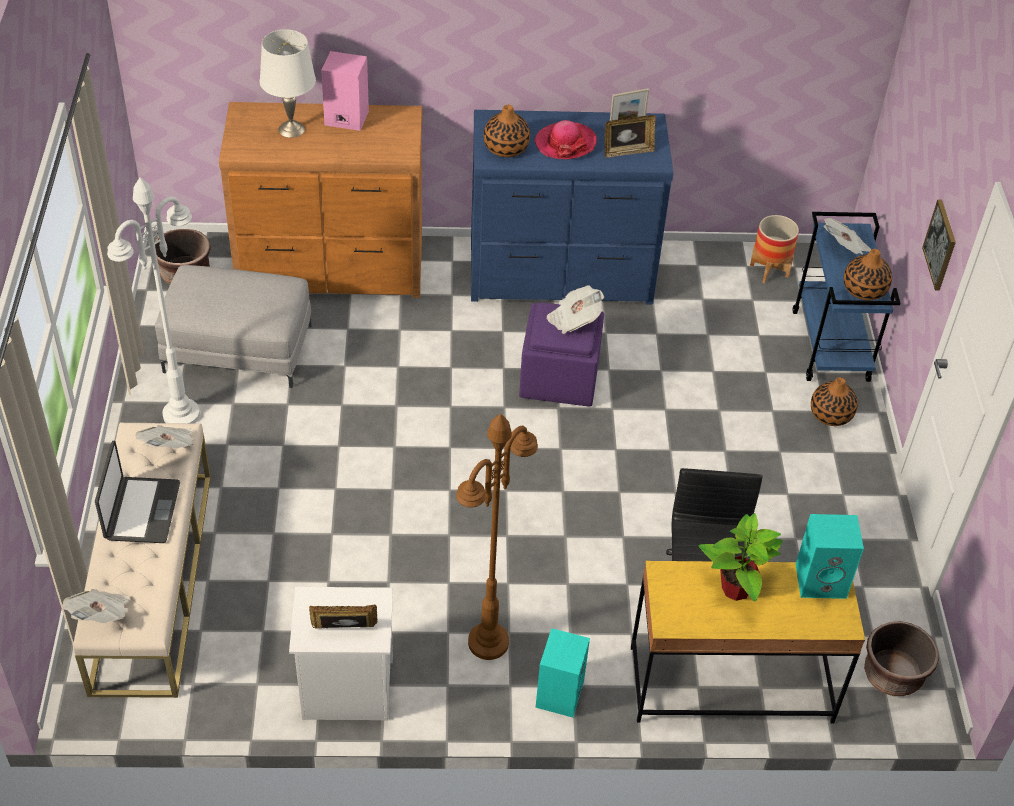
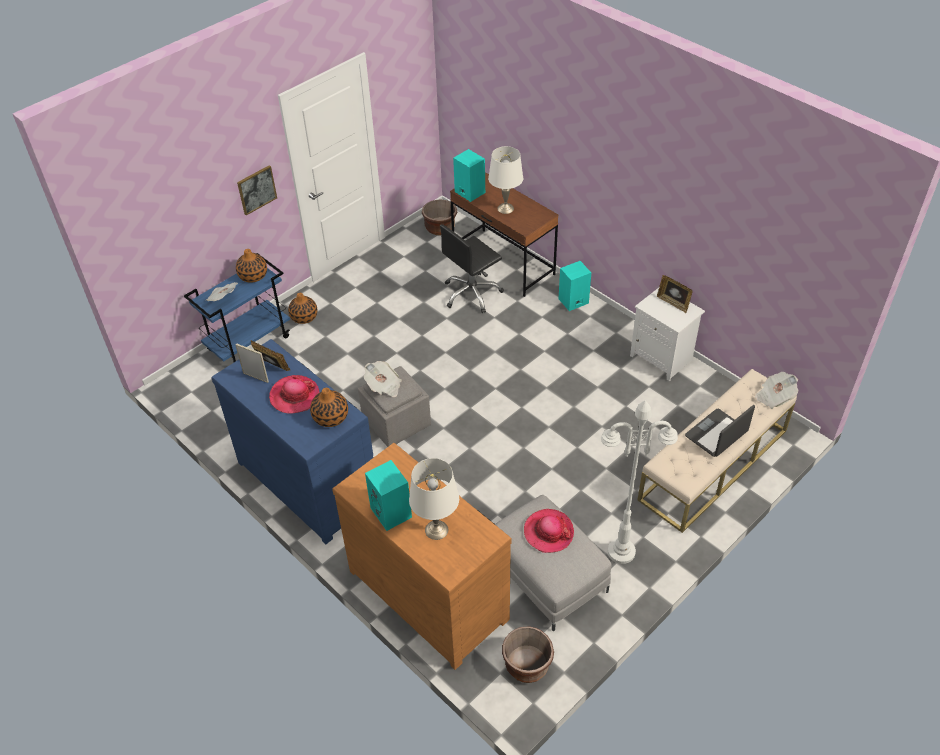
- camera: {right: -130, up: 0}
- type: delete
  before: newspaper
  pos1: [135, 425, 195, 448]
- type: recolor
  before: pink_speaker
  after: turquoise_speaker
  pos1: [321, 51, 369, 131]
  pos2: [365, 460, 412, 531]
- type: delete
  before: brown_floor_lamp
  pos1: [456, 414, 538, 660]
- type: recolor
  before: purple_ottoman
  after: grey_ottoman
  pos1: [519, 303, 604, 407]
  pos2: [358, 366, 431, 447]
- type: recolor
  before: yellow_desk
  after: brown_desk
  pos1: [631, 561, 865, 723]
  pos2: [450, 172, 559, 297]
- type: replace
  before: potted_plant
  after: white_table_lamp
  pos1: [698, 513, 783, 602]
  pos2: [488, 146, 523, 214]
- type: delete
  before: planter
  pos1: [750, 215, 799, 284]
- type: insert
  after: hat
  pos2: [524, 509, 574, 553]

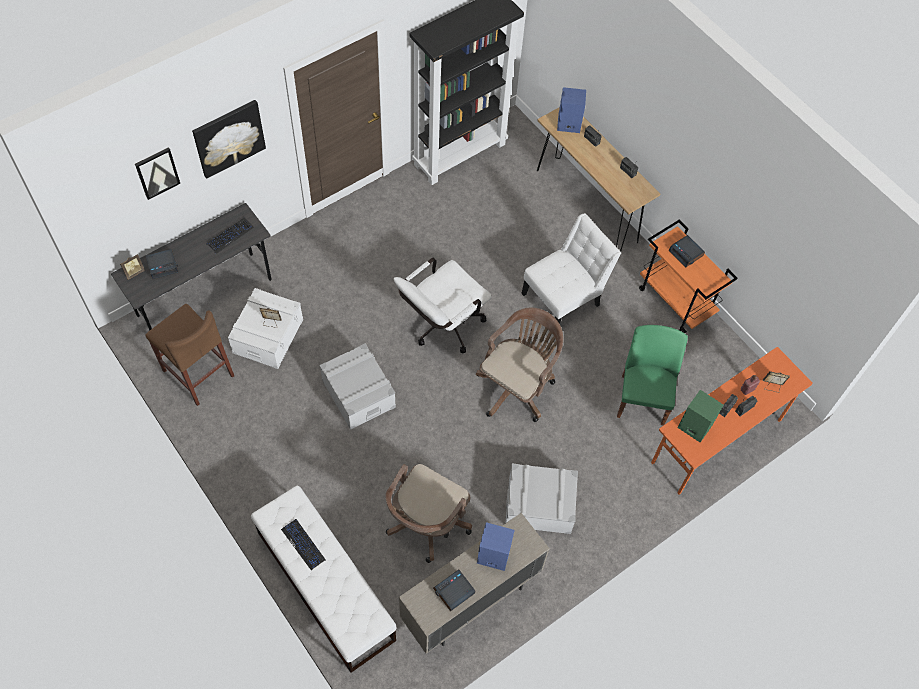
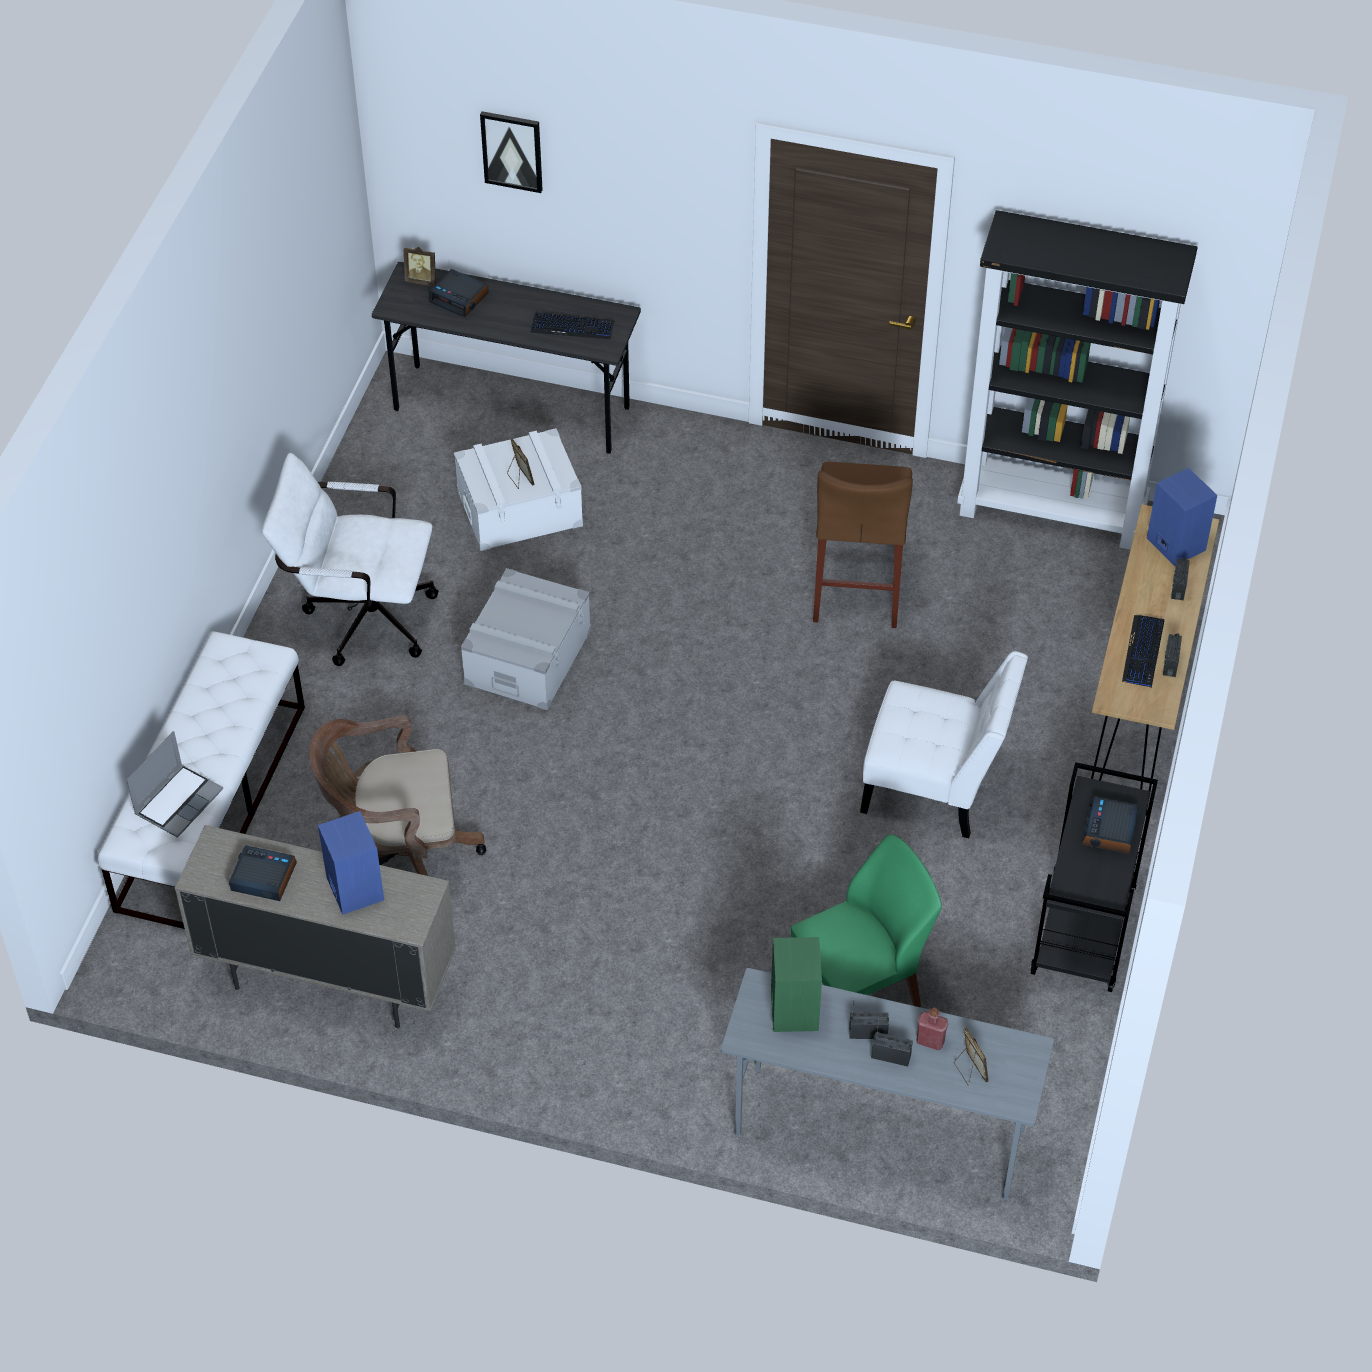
- camera: {right: 55, up: -10}
- type: move
  before: brown_stool
  pos1: [145, 304, 234, 406]
  pos2: [813, 462, 913, 628]
- type: delete
  before: picture
  pos1: [192, 100, 266, 179]
- type: move
  before: keyboard
  pos1: [281, 519, 326, 570]
  pos2: [1122, 615, 1164, 688]
- type: move
  before: white_office_chair
  pos1: [394, 258, 492, 353]
  pos2: [262, 453, 439, 666]
- type: delete
  before: brown_office_chair
  pos1: [476, 307, 563, 422]
- type: delete
  before: grey_storage_box
  pos1: [505, 464, 578, 534]
- type: recolor
  before: orange_cart
  after: black_cart
  pos1: [639, 219, 738, 333]
  pos2: [1030, 762, 1158, 992]
- type: recolor
  before: orange_desk
  after: grey_desk
  pos1: [651, 347, 813, 494]
  pos2: [721, 968, 1054, 1200]
- type: insert
  after: laptop
  pos2: [126, 731, 223, 838]

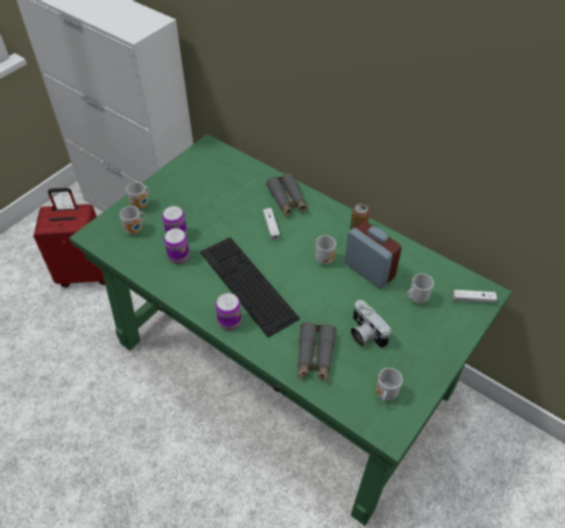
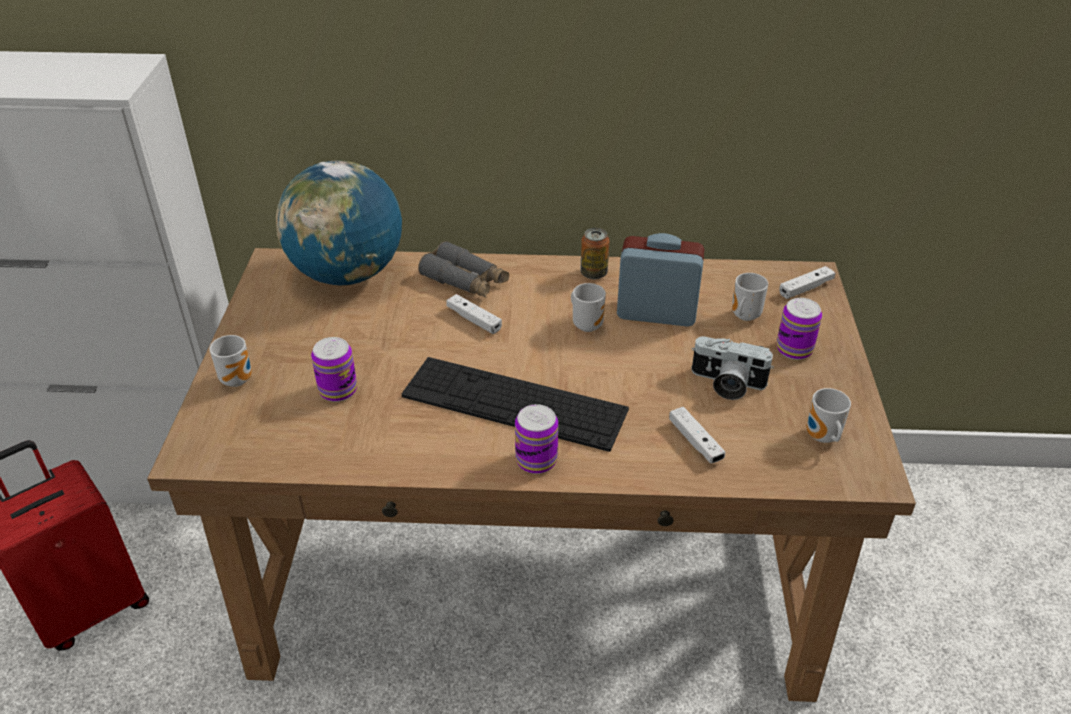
- camera: {right: -35, up: -10}
- type: recolor
  before: green_desk
  after: brown_desk
  pos1: [69, 134, 512, 526]
  pos2: [147, 248, 916, 702]
- type: delete
  before: mug
  pos1: [120, 206, 145, 234]
- type: move
  before: can
  pos1: [164, 229, 190, 264]
  pos2: [777, 298, 822, 360]
- type: replace
  before: grey_binoculars
  after: white_game_controller
  pos1: [298, 322, 336, 382]
  pos2: [669, 407, 725, 463]
- type: insert
  after: globe
  pos2: [276, 161, 402, 285]

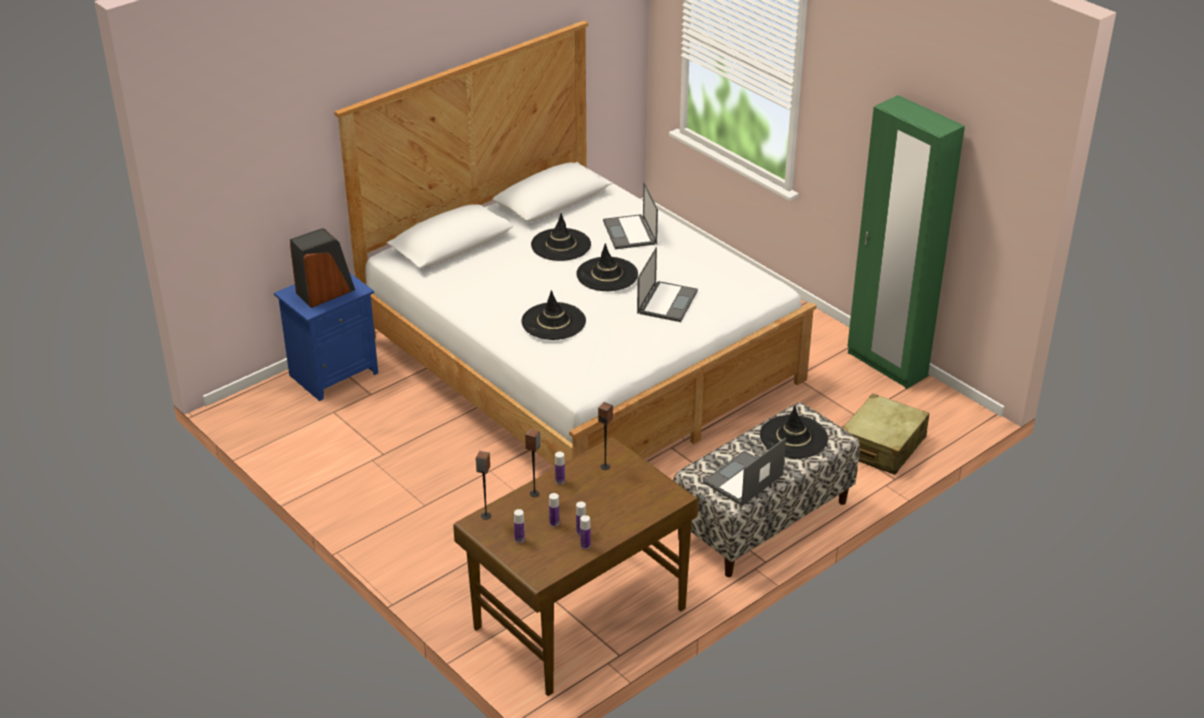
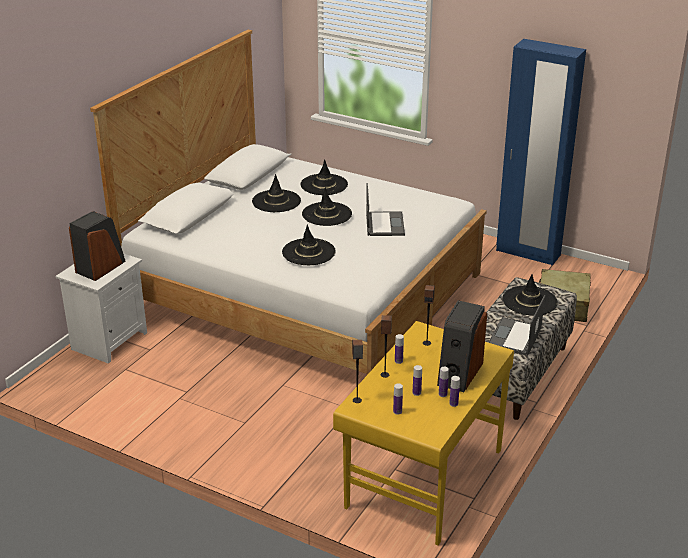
- camera: {right: -20, up: -5}
- type: recolor
  before: blue_nightstand
  after: white_nightstand
  pos1: [274, 272, 378, 401]
  pos2: [55, 254, 147, 364]
- type: recolor
  before: brown_desk
  after: yellow_desk
  pos1: [453, 437, 698, 696]
  pos2: [333, 321, 514, 546]
- type: replace
  before: laptop
  after: black_hat
  pos1: [603, 182, 658, 249]
  pos2: [301, 159, 348, 195]
- type: recolor
  before: green_wardrobe
  after: blue_wardrobe
  pos1: [848, 95, 965, 389]
  pos2: [496, 39, 586, 266]
- type: insert
  after: speaker
  pos2: [437, 300, 487, 392]

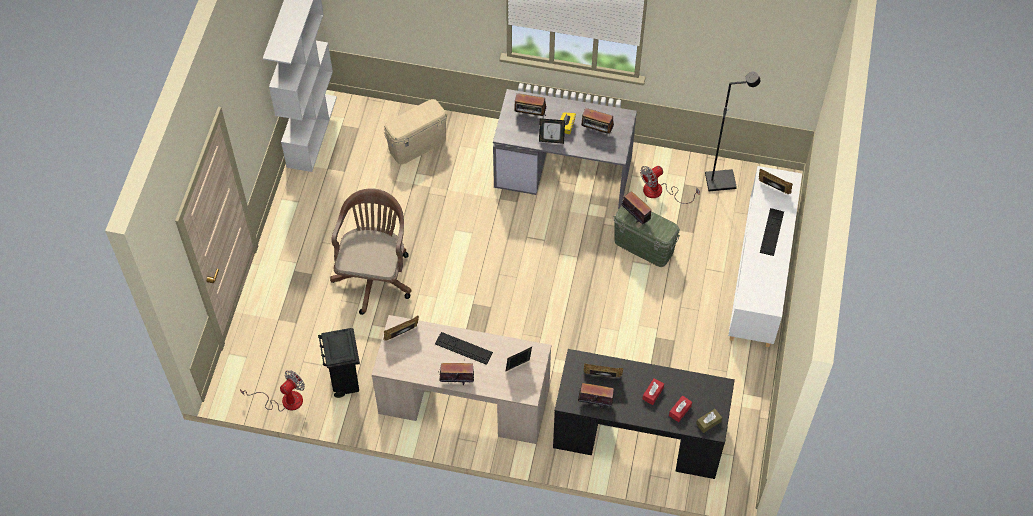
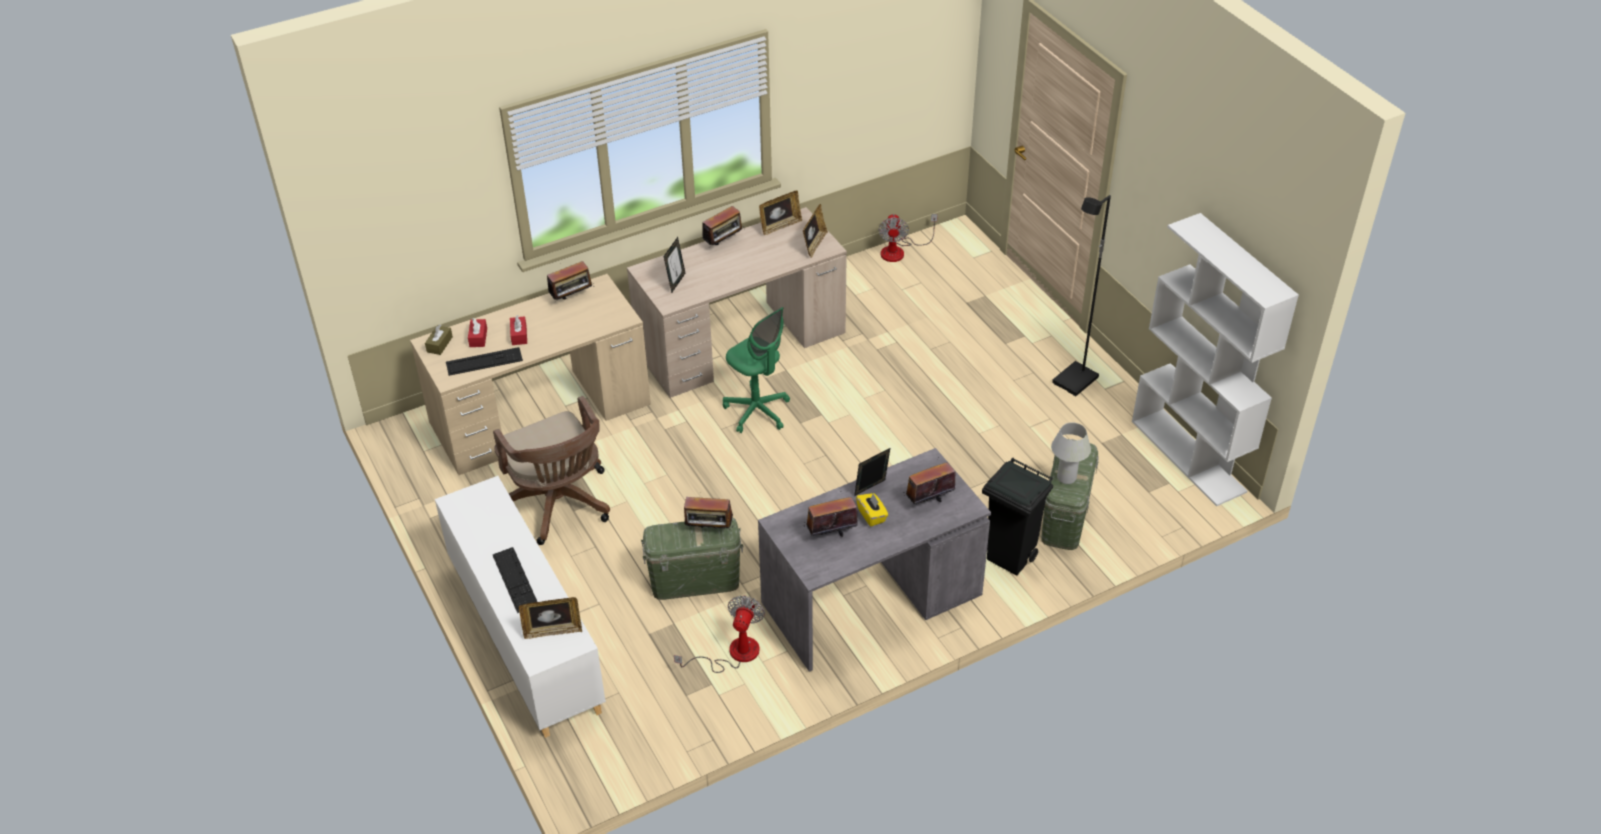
- camera: {right: 140, up: -15}
- type: move
  before: black_trash_can
  pos1: [318, 328, 360, 398]
  pos2: [982, 457, 1053, 576]
- type: move
  before: brown_office_chair
  pos1: [330, 188, 411, 315]
  pos2: [493, 396, 610, 545]
- type: recolor
  before: beige_storage_box
  after: green_storage_box
  pos1: [384, 99, 447, 165]
  pos2: [1041, 439, 1099, 550]
- type: move
  before: keyboard
  pos1: [435, 332, 493, 365]
  pos2: [446, 347, 523, 376]
- type: recolor
  before: black_desk
  after: beige_desk
  pos1: [553, 349, 735, 479]
  pos2: [410, 274, 651, 475]
- type: move
  before: picture_frame
  pos1: [584, 363, 623, 377]
  pos2: [759, 190, 802, 235]
- type: move
  before: black_floor_lamp
  pos1: [705, 71, 761, 191]
  pos2: [1052, 195, 1111, 396]
- type: insert
  after: green_office_chair
  pos2: [723, 307, 790, 433]
- type: insert
  after: white_table_lamp
  pos2: [1051, 423, 1091, 484]

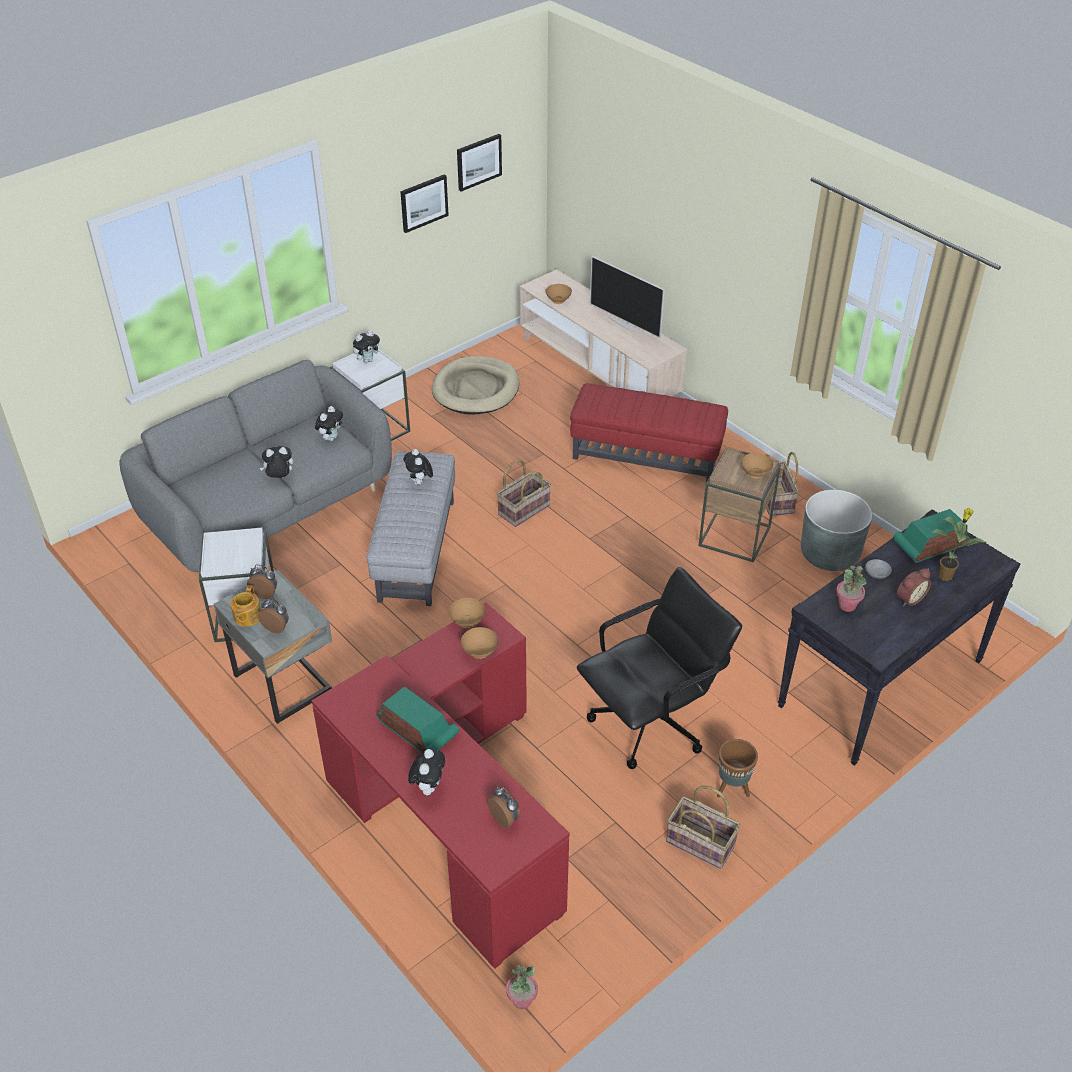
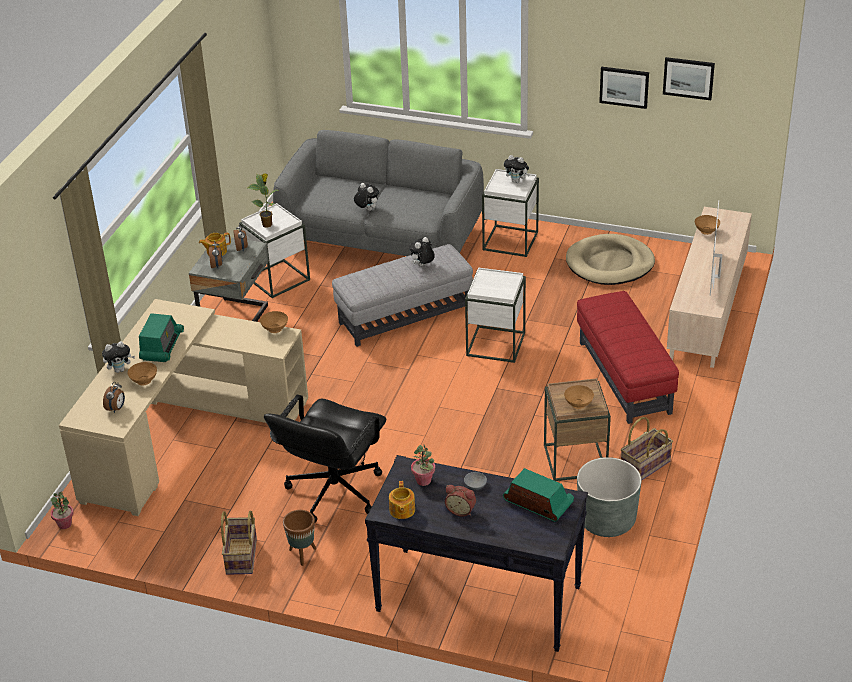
- camera: {right: 60, up: -5}
- type: recolor
  before: red_desk
  after: beige_desk
  pos1: [311, 602, 570, 968]
  pos2: [59, 299, 308, 516]
- type: delete
  before: plush_toy
  pos1: [315, 406, 343, 441]
- type: move
  before: brown_bowl
  pos1: [461, 627, 498, 659]
  pos2: [128, 362, 157, 385]
- type: replace
  before: basket
  after: white_side_table
  pos1: [497, 460, 551, 527]
  pos2: [465, 268, 526, 363]
- type: rotate
  before: black_office_chair
  pos1: [577, 567, 742, 769]
  pos2: [264, 394, 386, 522]
  turn: 90
- type: move
  before: potted_plant
  pos1: [933, 508, 985, 581]
  pos2: [247, 173, 279, 228]
- type: insert
  after: teapot
  pos2: [389, 481, 415, 519]

